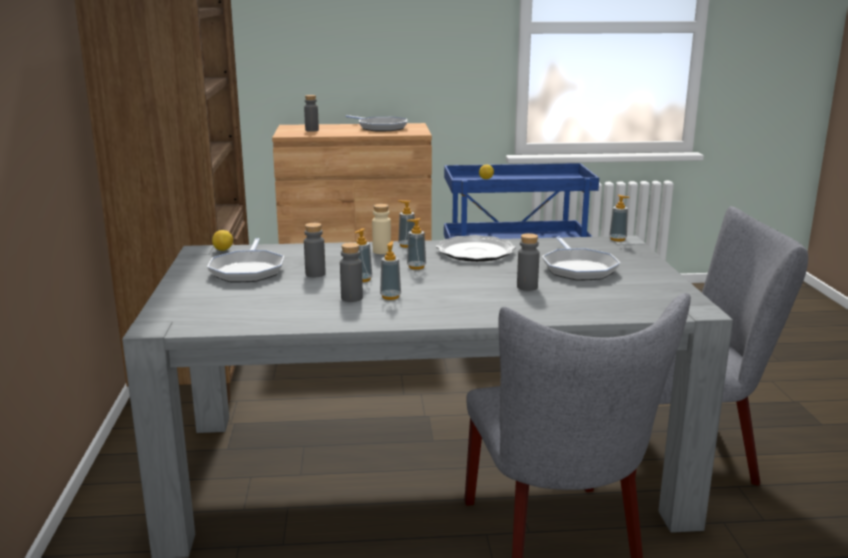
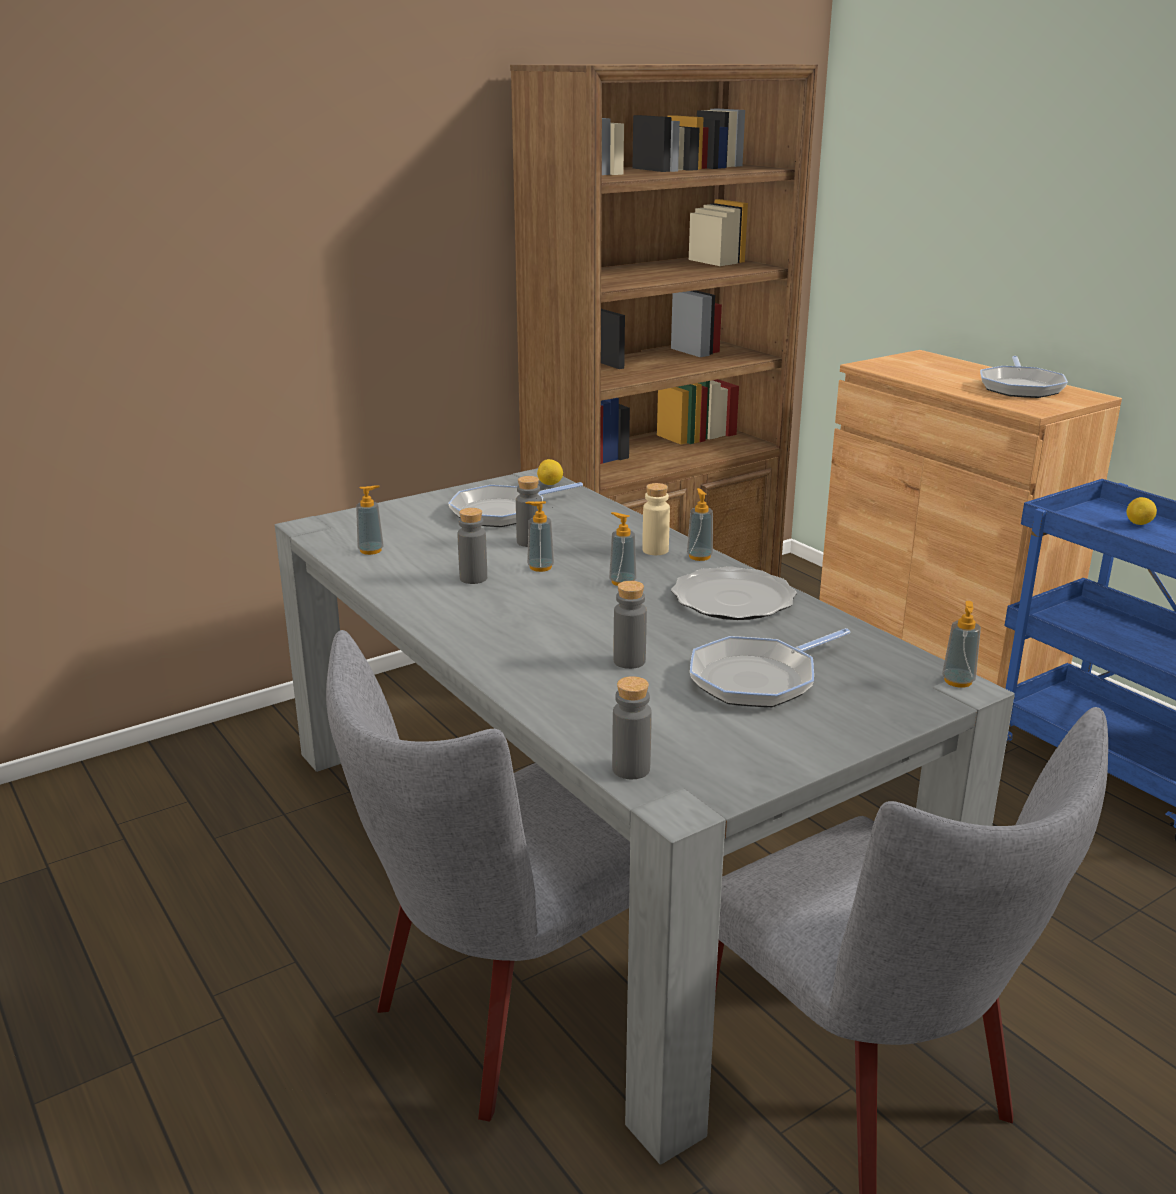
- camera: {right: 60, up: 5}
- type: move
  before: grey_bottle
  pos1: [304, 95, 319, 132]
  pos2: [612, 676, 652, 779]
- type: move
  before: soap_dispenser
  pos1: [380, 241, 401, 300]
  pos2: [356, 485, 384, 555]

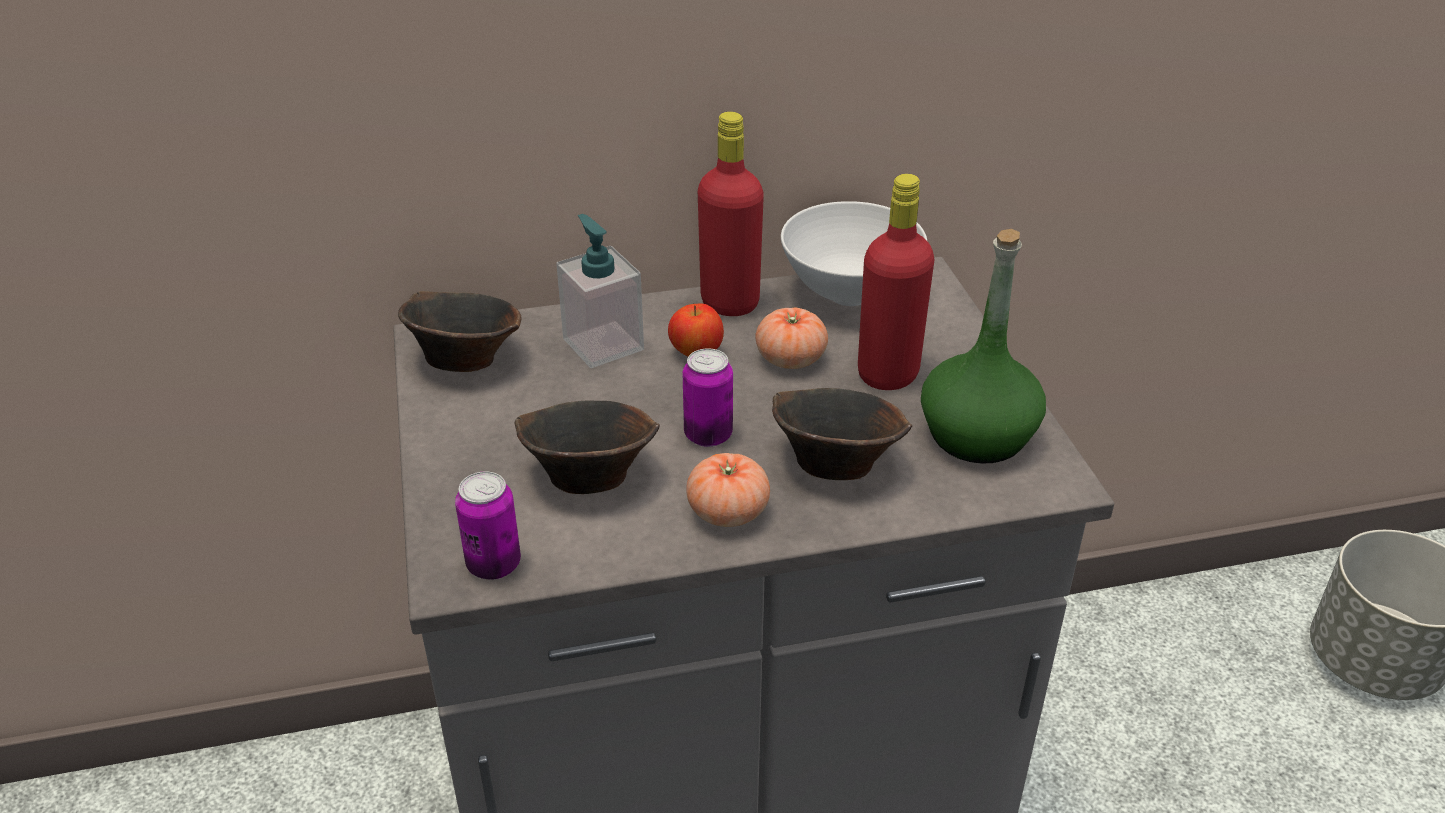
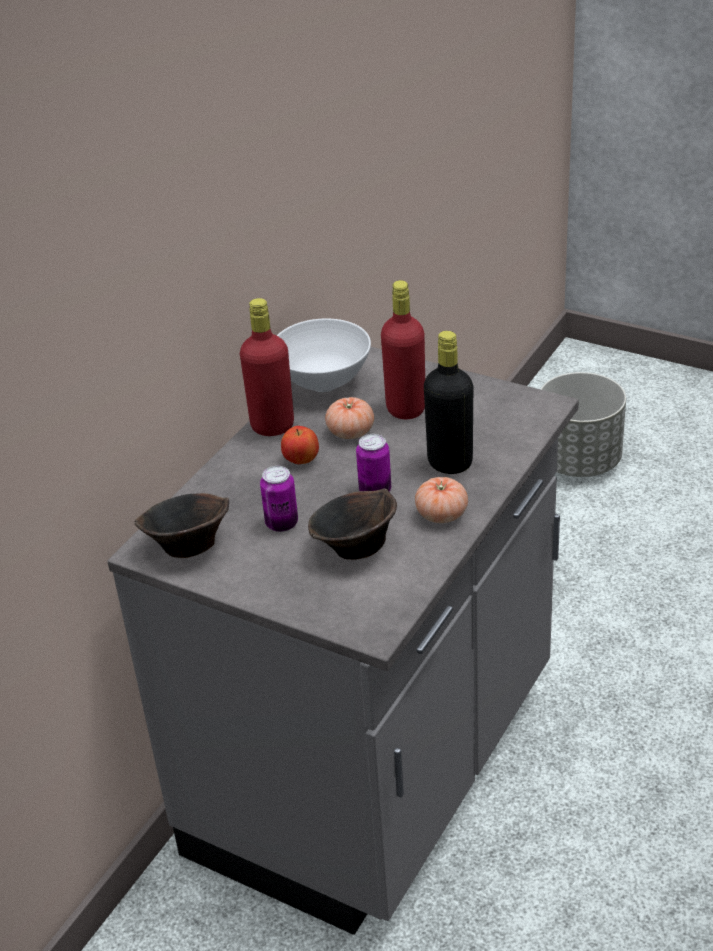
- camera: {right: -45, up: 0}
- type: move
  before: can
  pos1: [455, 472, 521, 580]
  pos2: [260, 466, 298, 532]
- type: delete
  before: soap_dispenser
  pos1: [556, 214, 644, 368]
- type: replace
  before: brown_bowl
  after: black_bottle
  pos1: [772, 388, 912, 480]
  pos2: [424, 331, 473, 474]
- type: delete
  before: green_bottle
  pos1: [921, 229, 1046, 464]

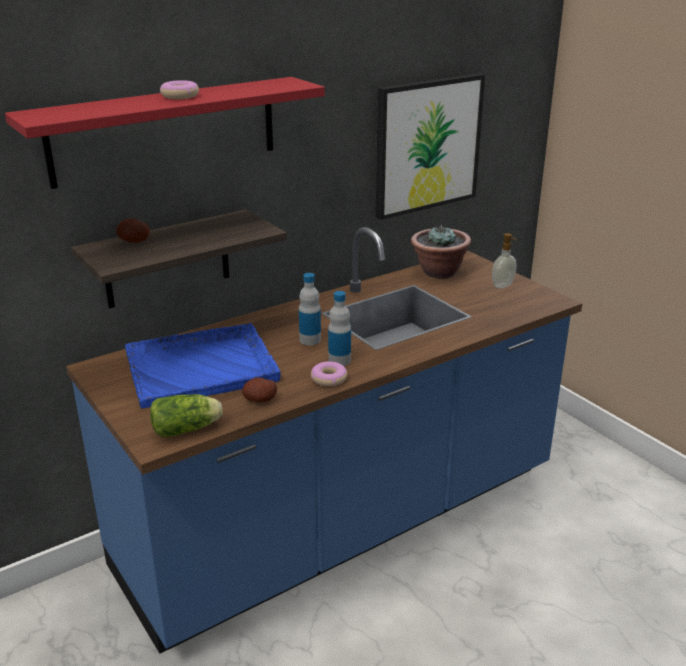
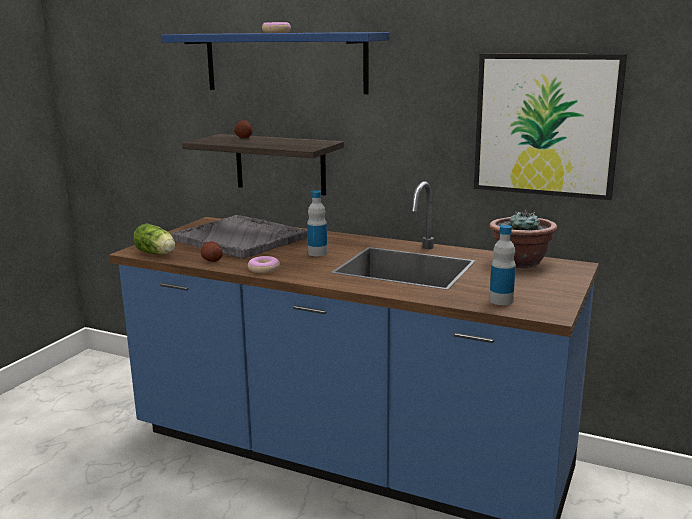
- camera: {right: 60, up: -10}
- type: recolor
  before: red_shelf
  after: blue_shelf
  pos1: [5, 77, 325, 189]
  pos2: [161, 32, 389, 94]
- type: recolor
  before: blue_tray
  after: grey_tray
  pos1: [125, 323, 281, 408]
  pos2: [171, 215, 307, 259]
- type: move
  before: bottle
  pos1: [328, 291, 351, 366]
  pos2: [490, 225, 516, 305]
- type: delete
  before: soap_dispenser
  pos1: [492, 233, 517, 288]

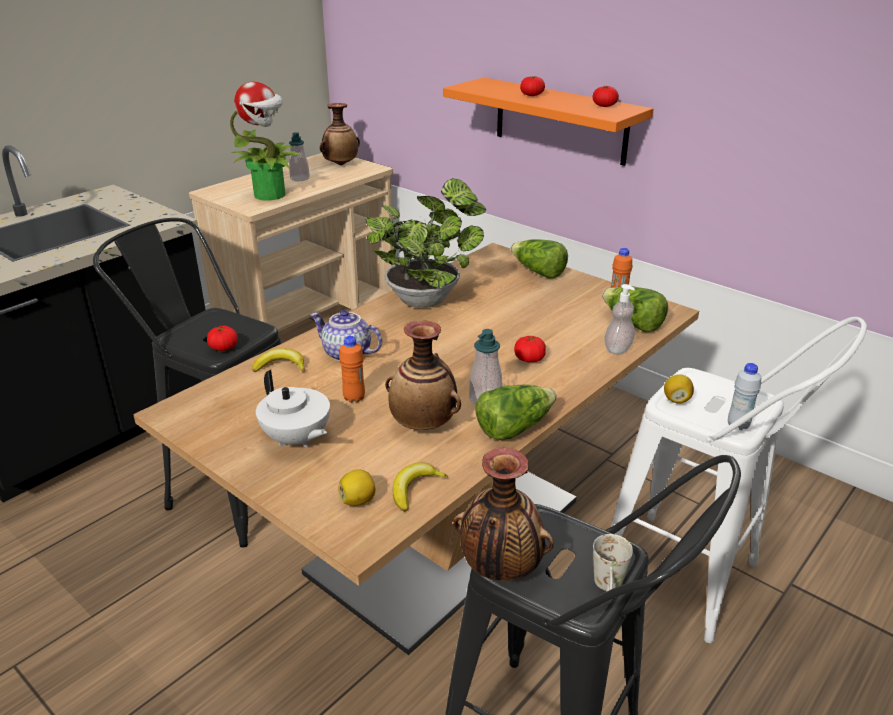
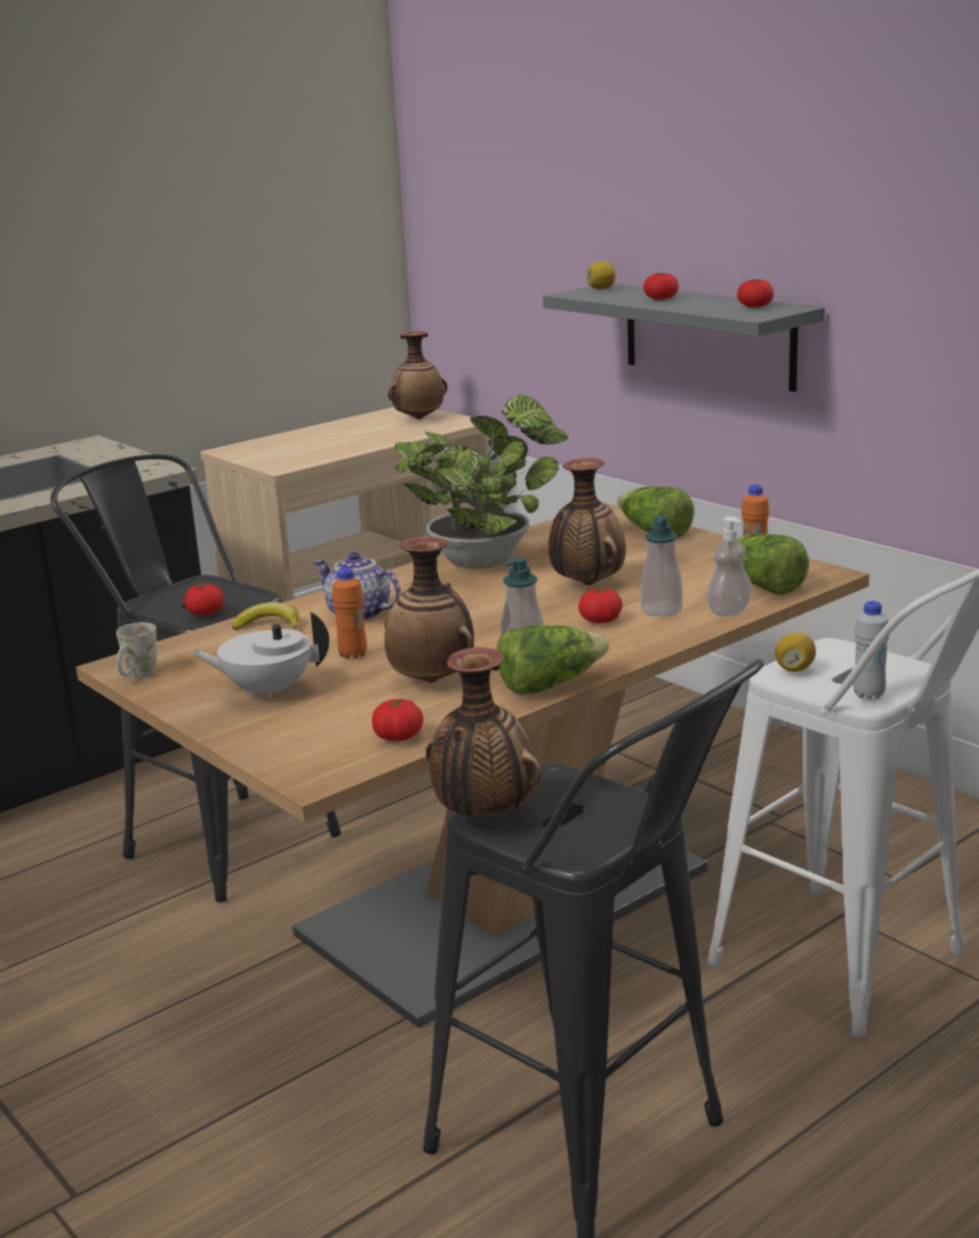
- camera: {right: 10, up: -10}
- type: delete
  before: potted_plant
  pos1: [230, 82, 303, 200]
- type: rotate
  before: white_teapot
  pos1: [256, 370, 330, 448]
  pos2: [191, 612, 329, 701]
  turn: 120
- type: move
  before: soap_dispenser
  pos1: [289, 132, 310, 181]
  pos2: [641, 515, 683, 616]
- type: move
  before: lemon
  pos1: [338, 469, 376, 506]
  pos2: [586, 261, 616, 289]
- type: replace
  before: banana
  after: tomato
  pos1: [393, 462, 448, 512]
  pos2: [372, 699, 423, 741]
- type: recolor
  before: orange_shelf
  after: grey_shelf
  pos1: [443, 77, 653, 166]
  pos2: [543, 284, 825, 392]
- type: move
  before: white_mug
  pos1: [593, 534, 633, 592]
  pos2: [116, 622, 157, 678]
- type: insert
  after: vase
  pos2: [548, 458, 626, 585]

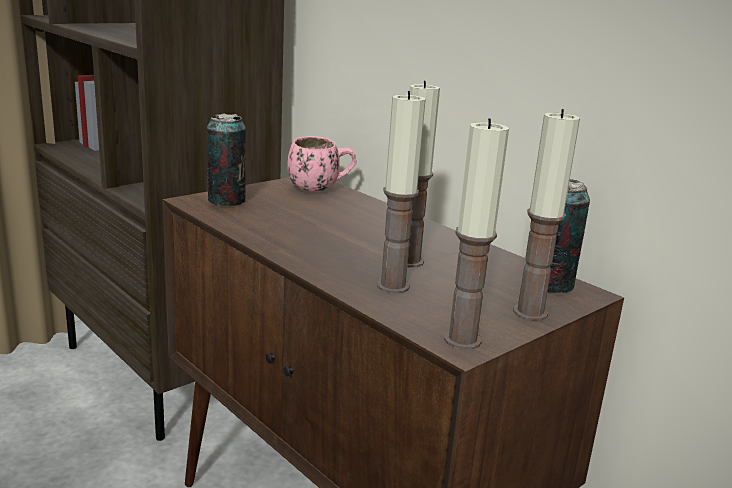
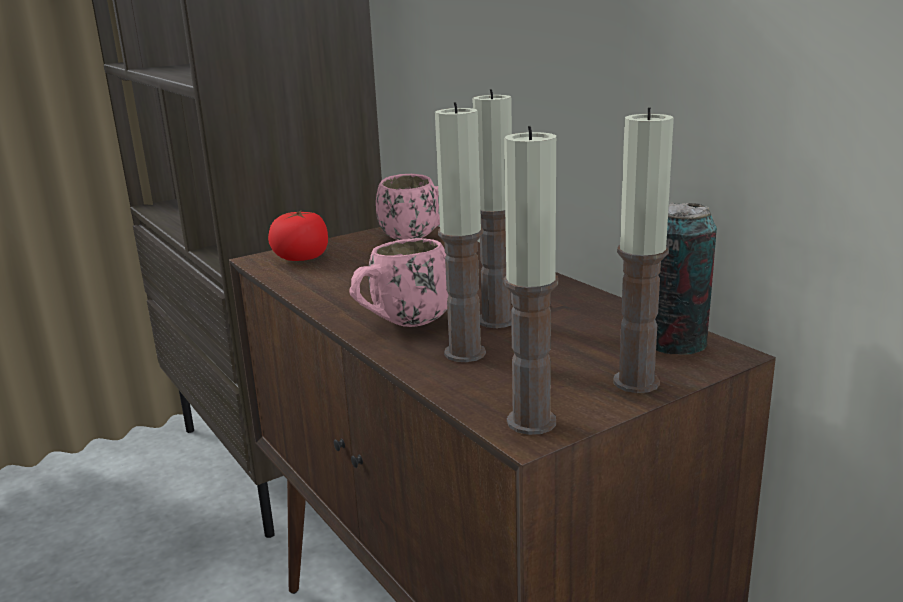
- camera: {right: 10, up: 0}
- type: replace
  before: can
  after: tomato
  pos1: [207, 113, 246, 206]
  pos2: [268, 210, 328, 261]
- type: insert
  after: pink_mug
  pos2: [349, 238, 449, 327]

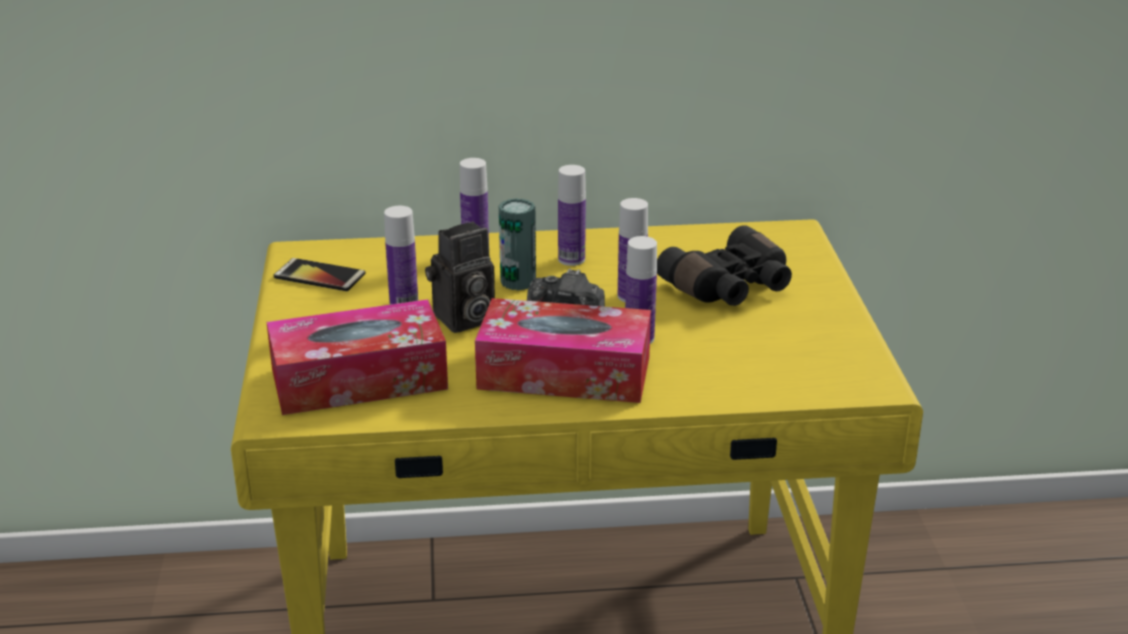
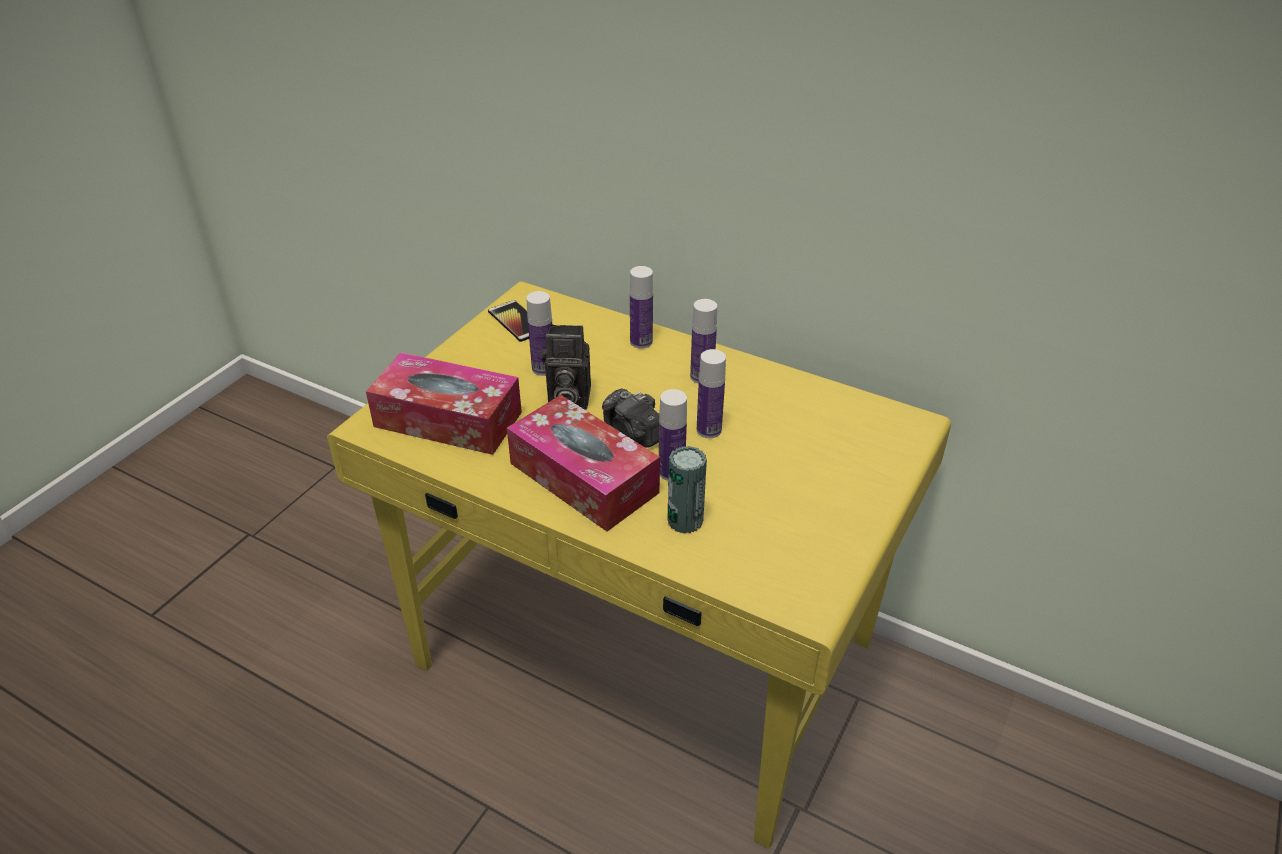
- camera: {right: 35, up: 10}
- type: move
  before: can
  pos1: [499, 198, 536, 290]
  pos2: [667, 446, 707, 534]
- type: delete
  before: black_binoculars
  pos1: [657, 225, 792, 306]

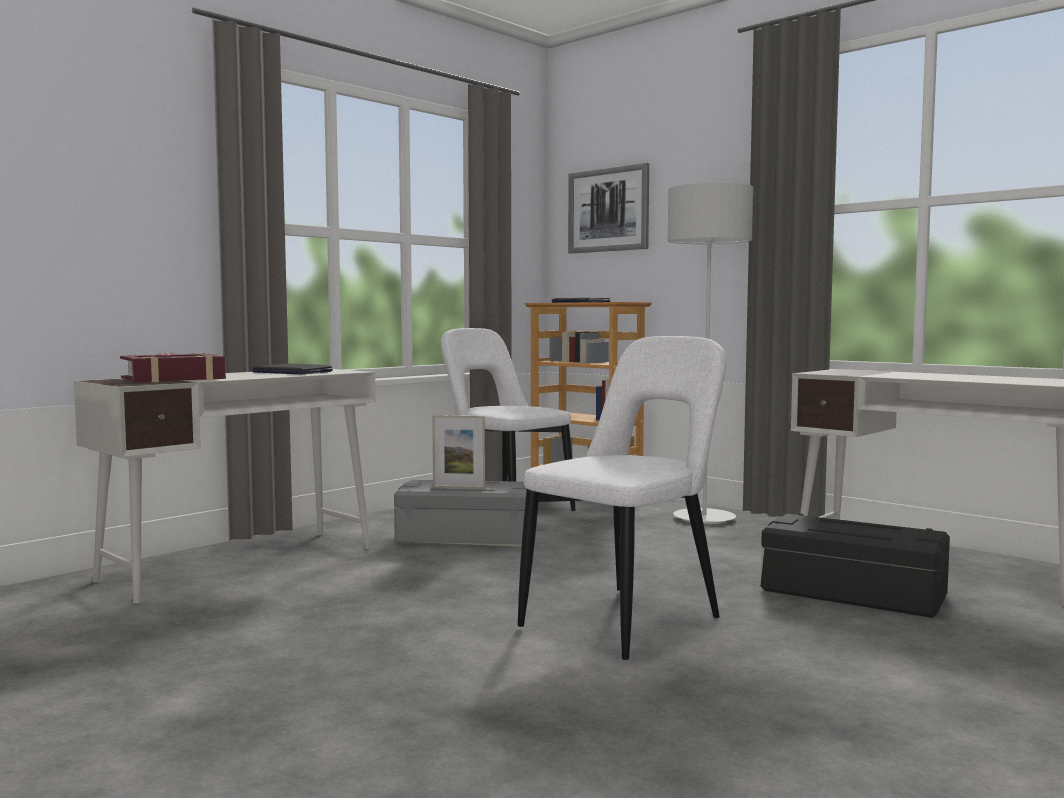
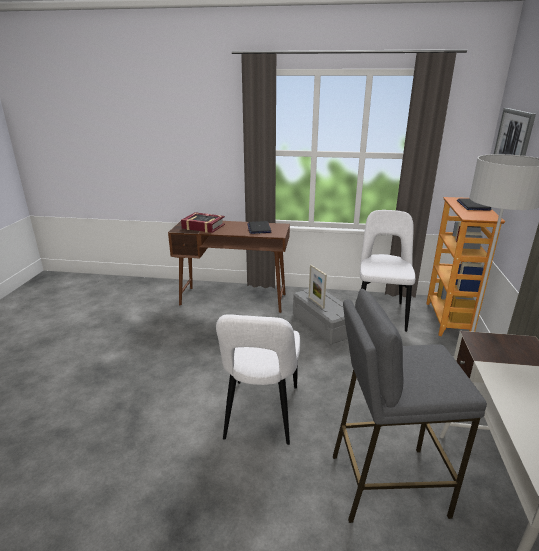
- camera: {right: 55, up: 20}
- type: recolor
  before: white_desk
  after: brown_desk
  pos1: [74, 368, 376, 603]
  pos2: [168, 221, 290, 313]
- type: rotate
  before: white_chair
  pos1: [518, 336, 726, 660]
  pos2: [216, 314, 300, 445]
  turn: 90
- type: replace
  before: black_storage_box
  after: grey_stool
  pos1: [761, 514, 950, 618]
  pos2: [333, 289, 487, 523]

